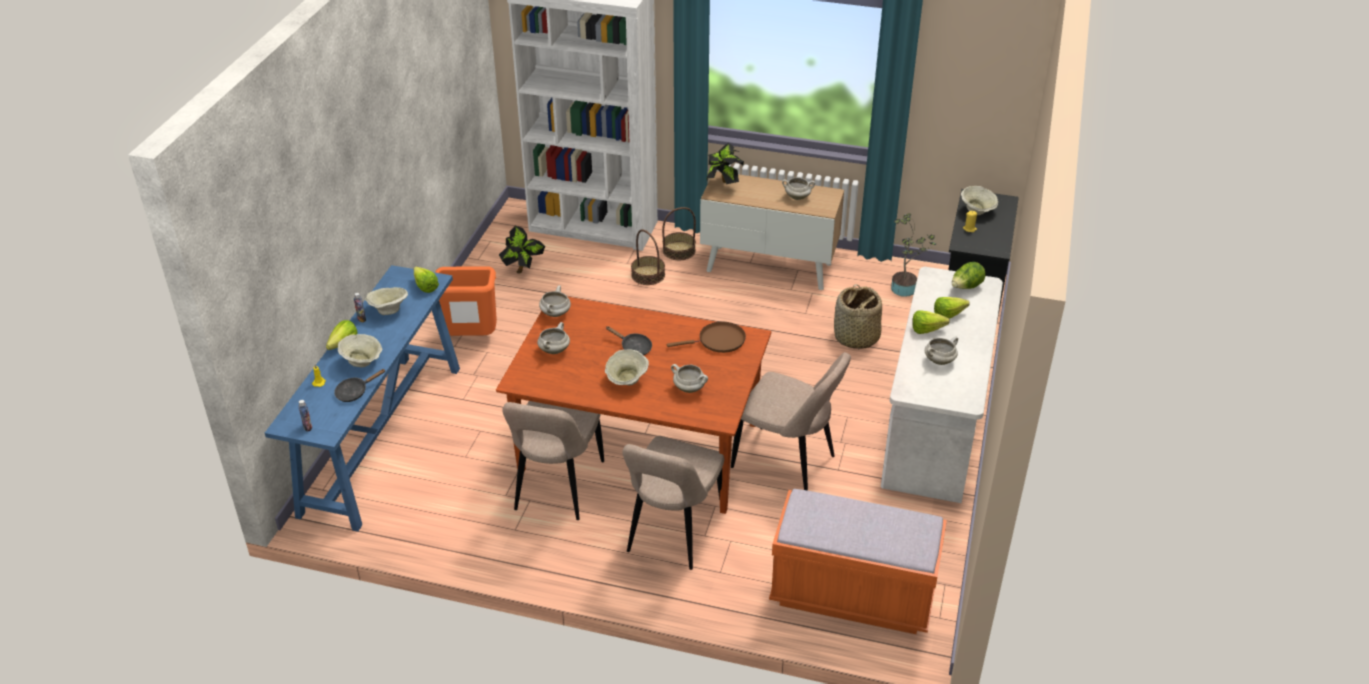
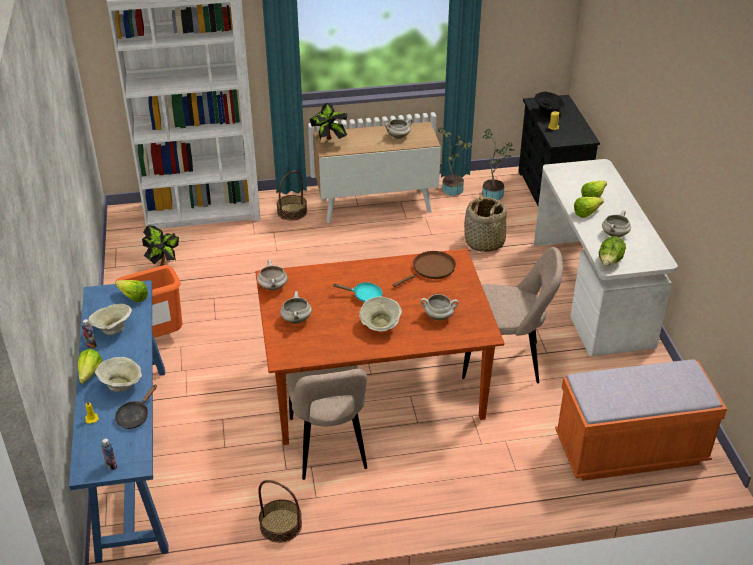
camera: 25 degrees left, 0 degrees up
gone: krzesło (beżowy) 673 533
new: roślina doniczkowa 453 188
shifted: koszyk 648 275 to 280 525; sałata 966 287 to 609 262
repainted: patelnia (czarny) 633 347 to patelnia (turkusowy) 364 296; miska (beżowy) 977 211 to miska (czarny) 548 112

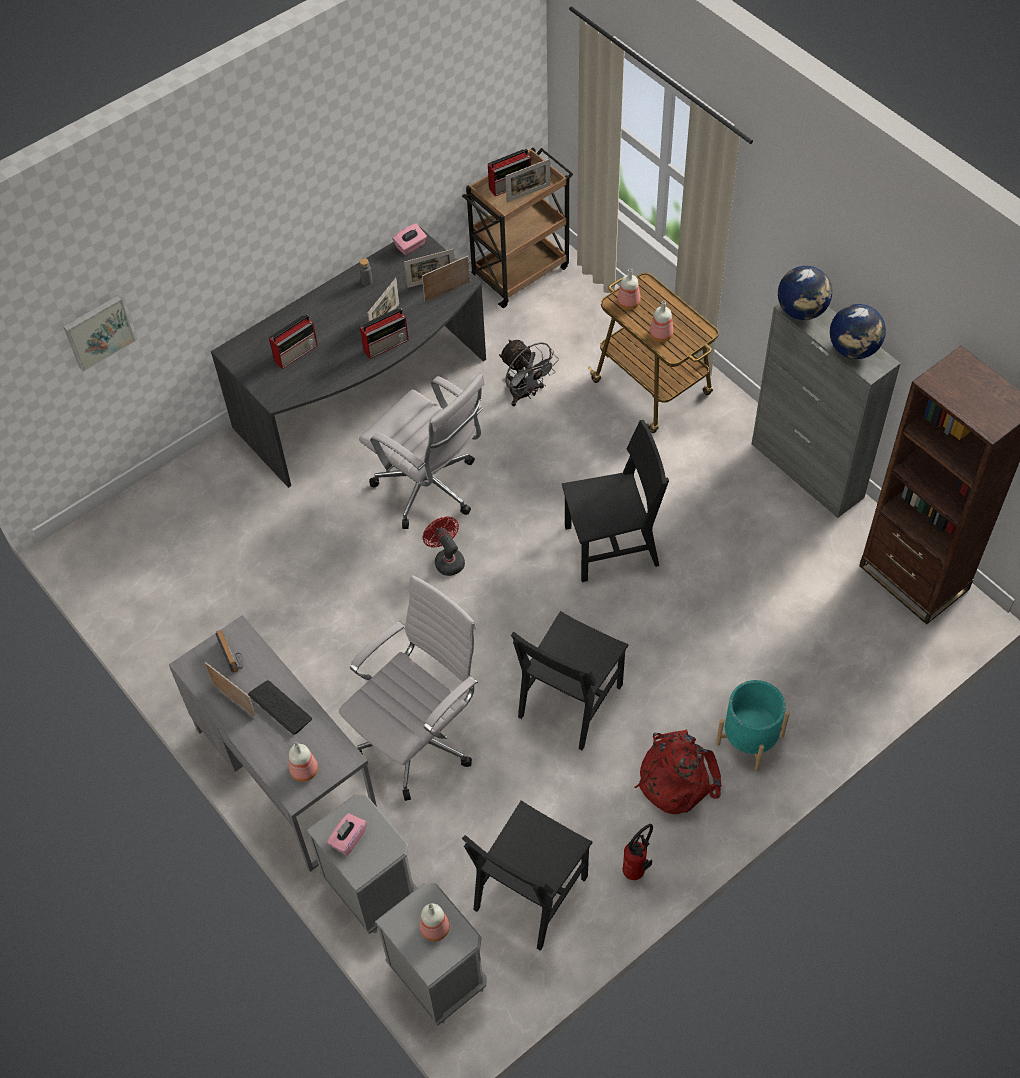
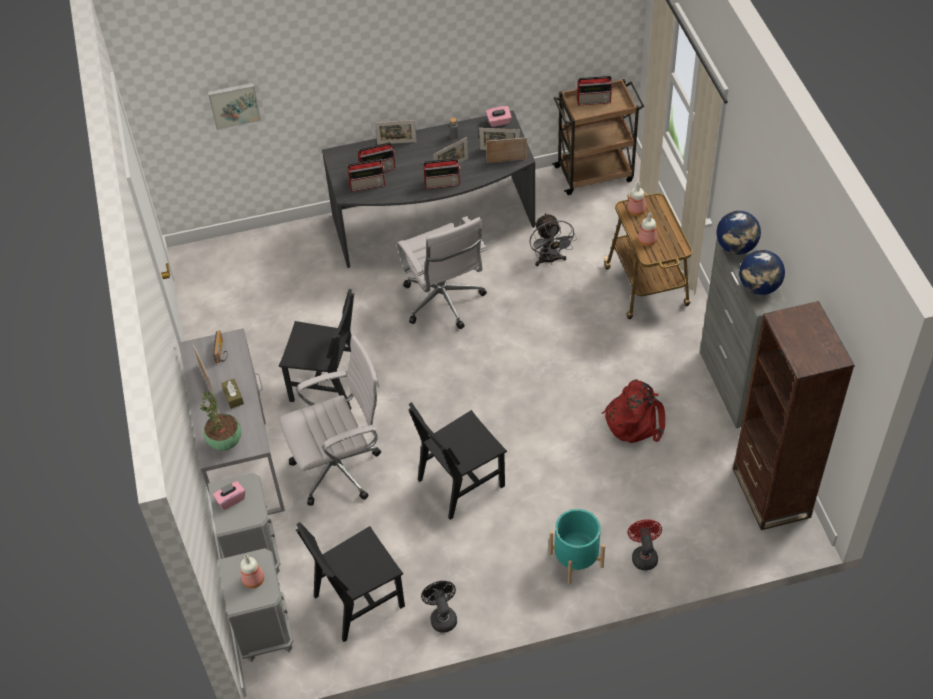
camera: 25 degrees right, 5 degrees down
new: radio 368 184
shifted: wentylator (czerwony) 447 559 to 643 555; ramka na zdjęcie 528 193 to 396 143; krzesło (czarny) 612 546 to 327 384; plecak (czerwony) 675 777 to 634 419
swapped: klawiatura 280 708 to pudełko chusteczek (brązowy) 233 397; butelka 305 771 to roślina doniczkowa 225 443; gaśnica 637 870 to wentylator (czarny) 442 616

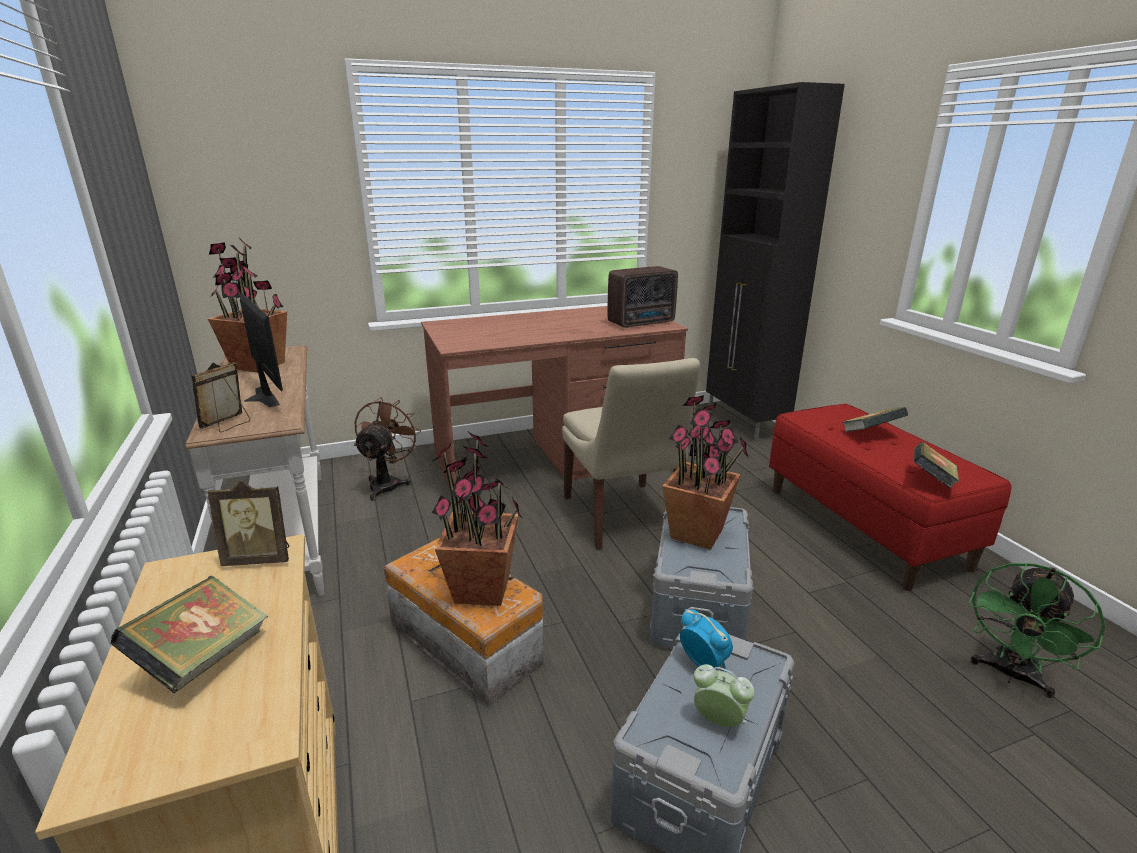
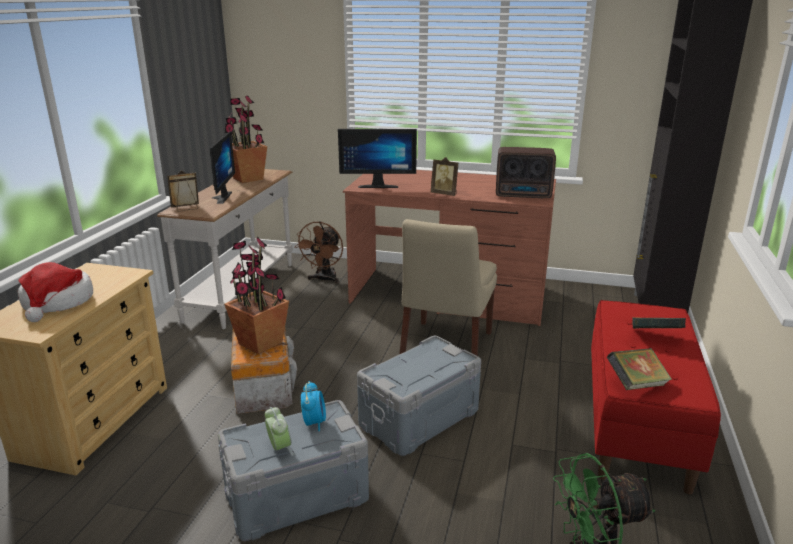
camera: 35 degrees right, 0 degrees up
gone: roślina doniczkowa 697 533
new: monitor 378 185
shifted: ramka na zdjęcie 260 558 to 445 194
swapped: książka 203 658 to kapelusz 57 302
rotated: wentylator (brązowy) 388 483 = 324 279 150 degrees clockwise

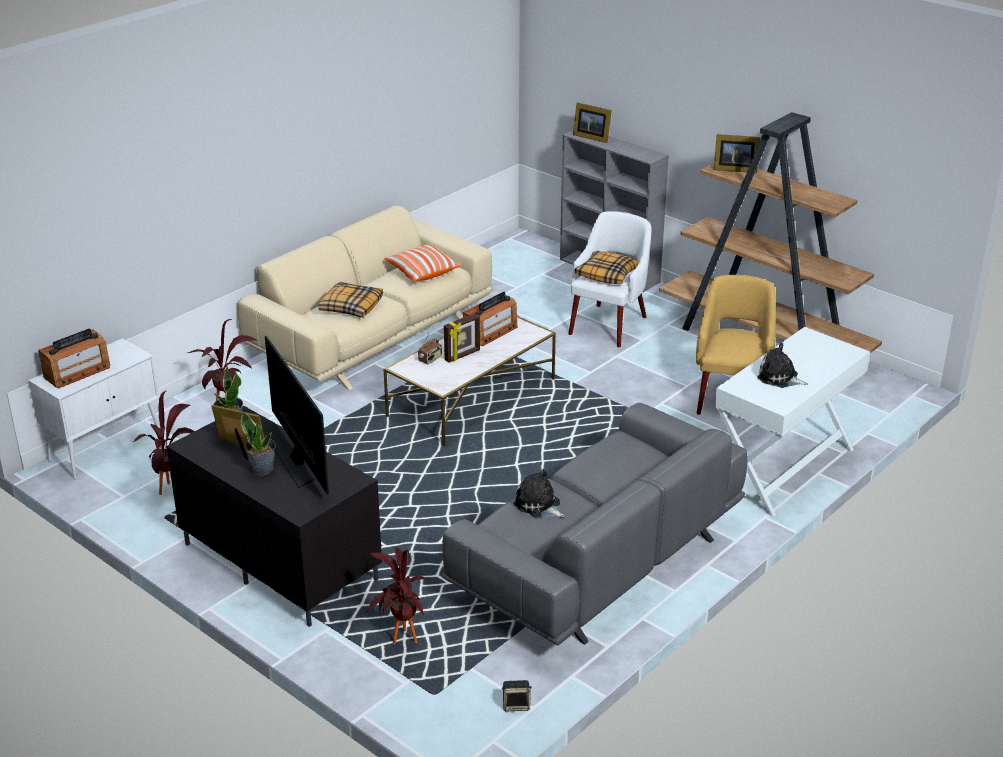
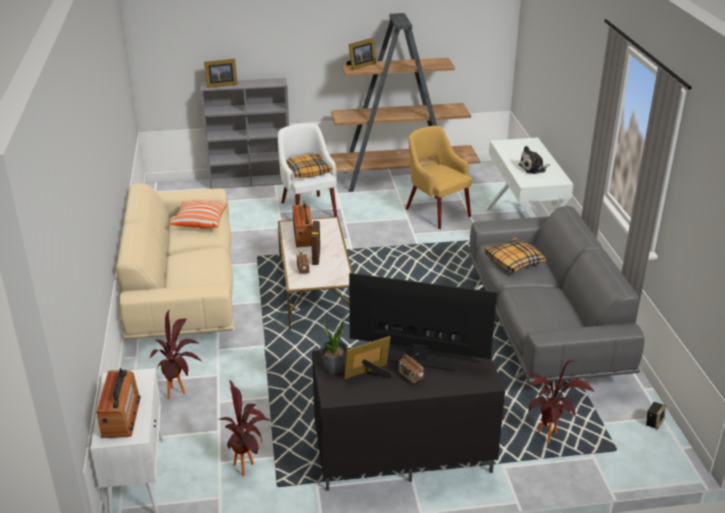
camera: 50 degrees left, 0 degrees up
gone: pluszak 539 506
shifted: poduszka 351 306 to 513 261
swapped: roślina doniczkowa 262 469 to radio 410 376

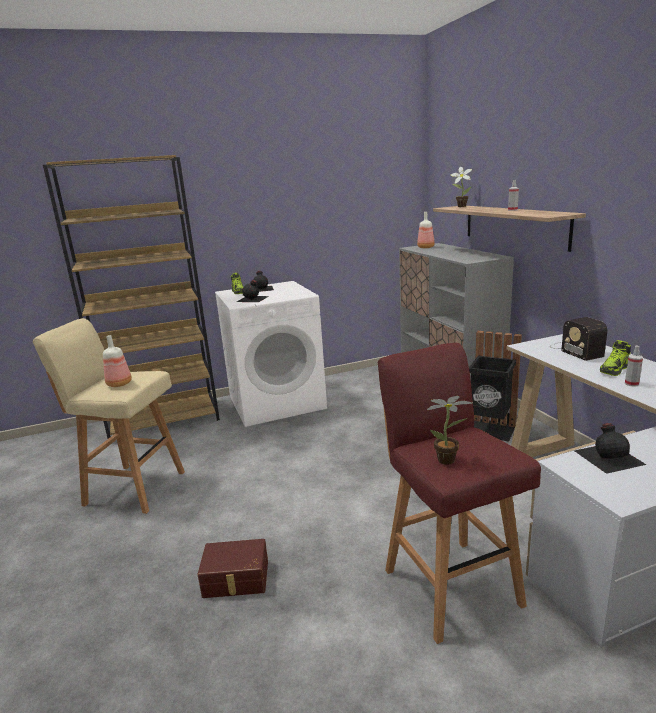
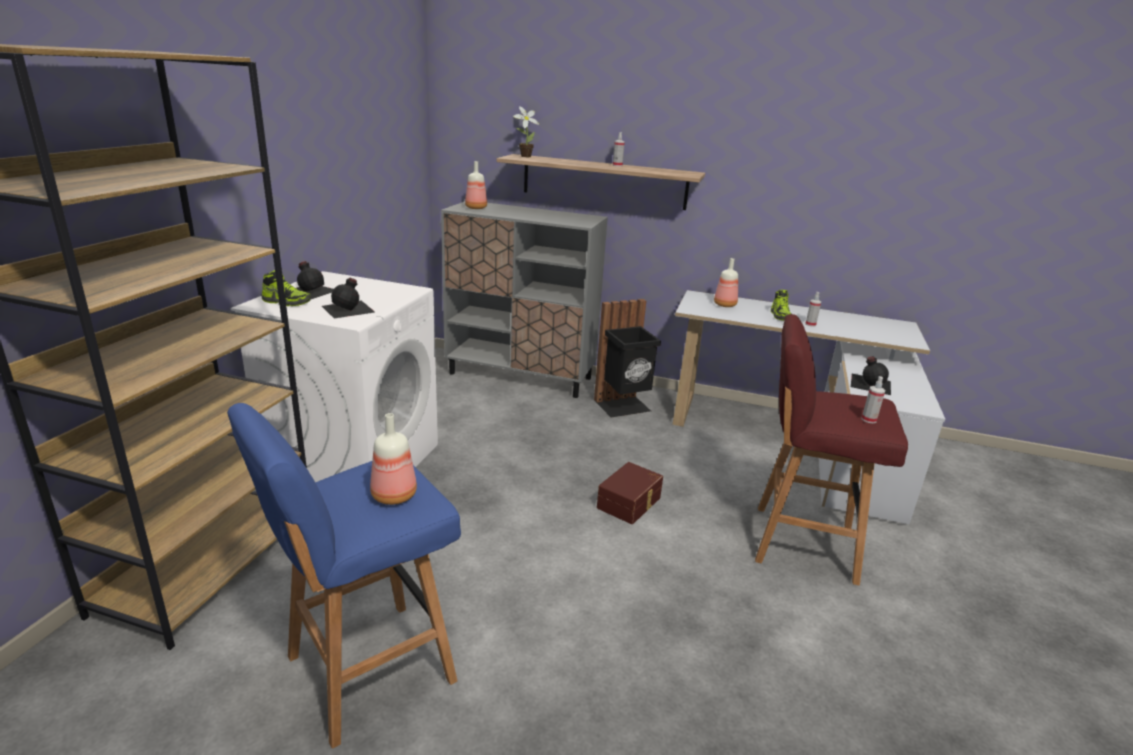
camera: 55 degrees left, 5 degrees up
shifted: pojemnik do przechowywania (brązowy) 236 580 to 630 503
swapped: roślina doniczkowa 449 460 to spryskiwacz 869 419; radio 575 350 to butelka 725 305
repainted: stołek (beżowy) 133 488 to stołek (niebieski) 366 670

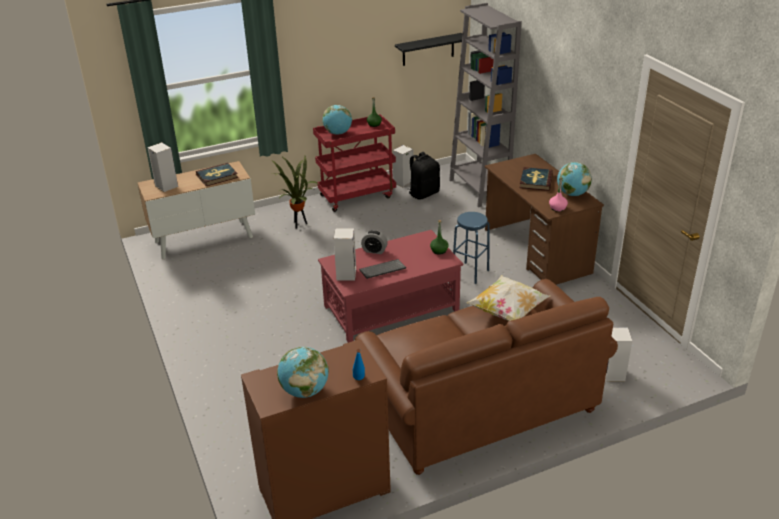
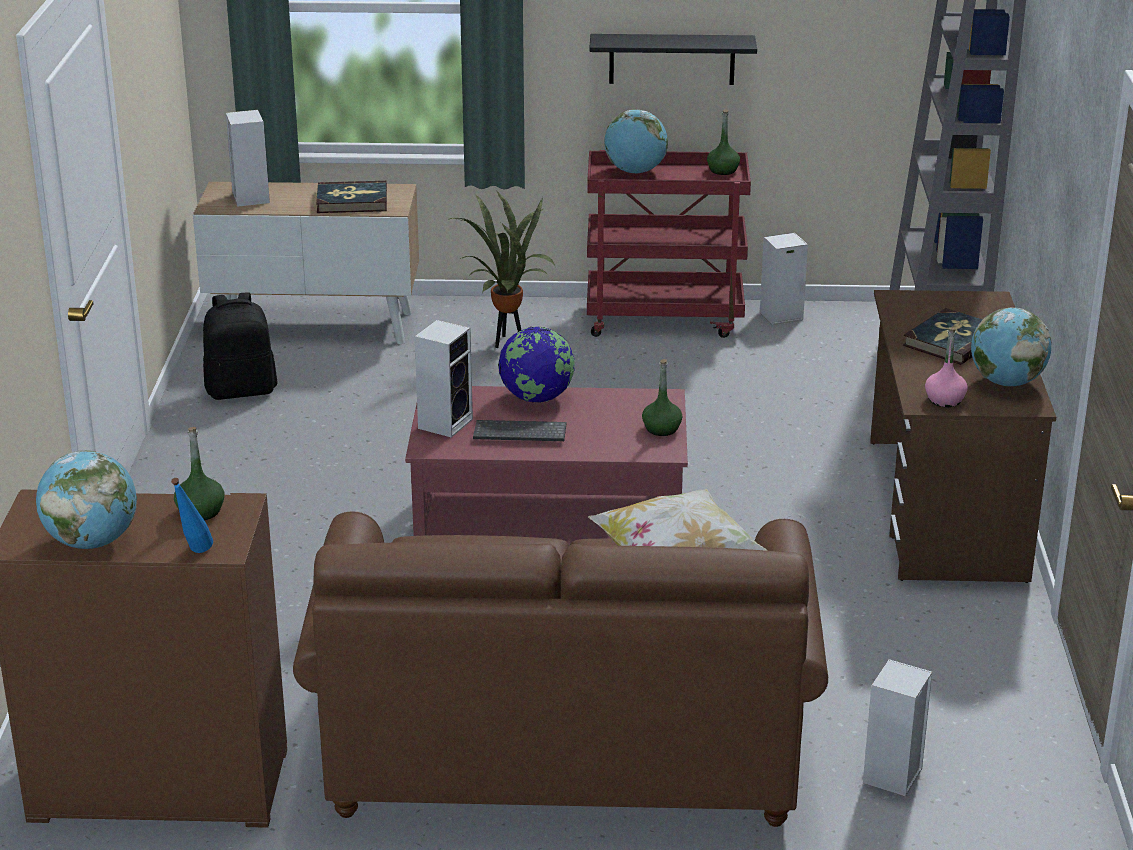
camera: 25 degrees right, 5 degrees down
gone: stołek (niebieski) 470 273
new: butelka (zielony) 200 511
shifted: półka (czarny) 428 49 to 672 59; plecak (czarny) 423 193 to 242 390
swapped: budzik 374 251 to globus 537 398

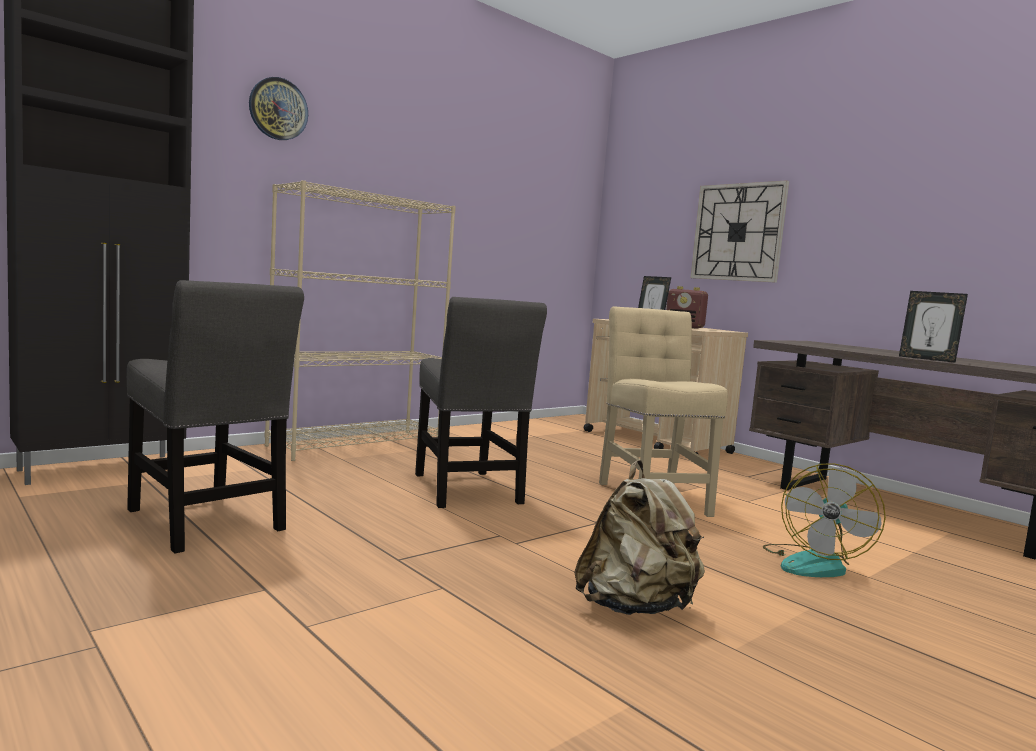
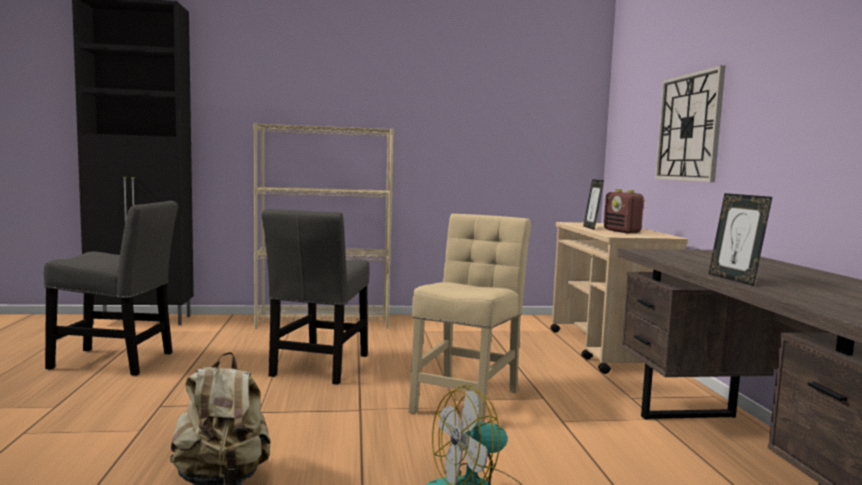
camera: 35 degrees right, 0 degrees up
gone: zegar ścienny 278 109
rotated: krzesło (szary) 207 523 = 117 361 75 degrees counterclockwise

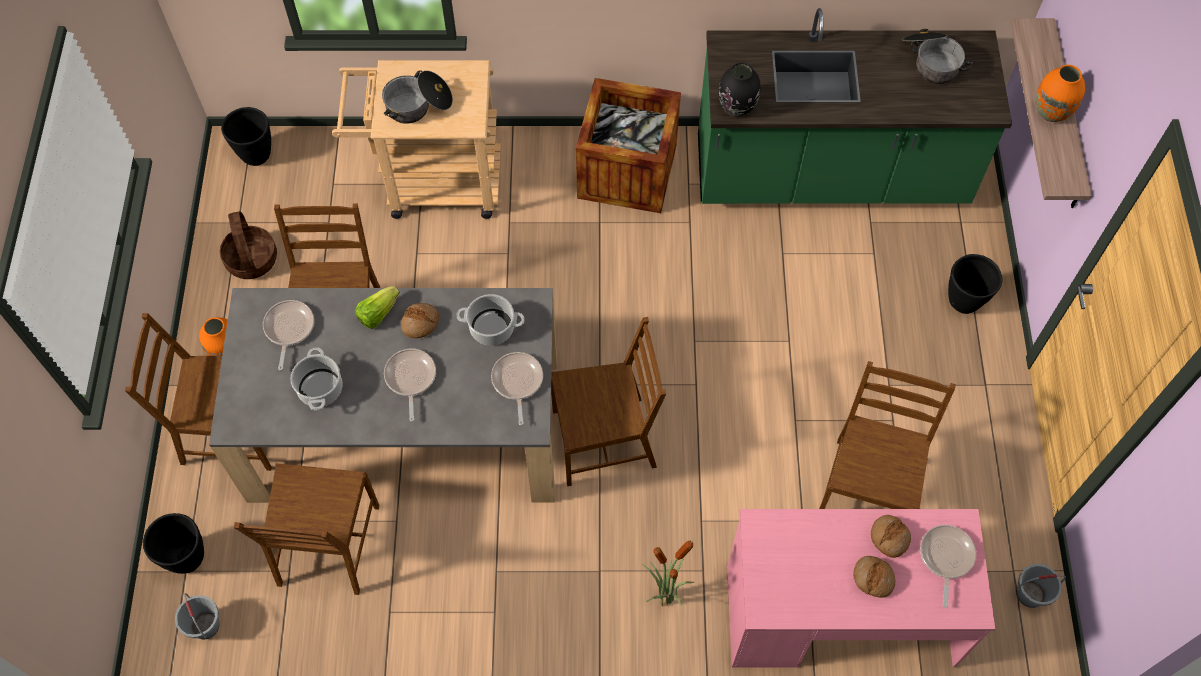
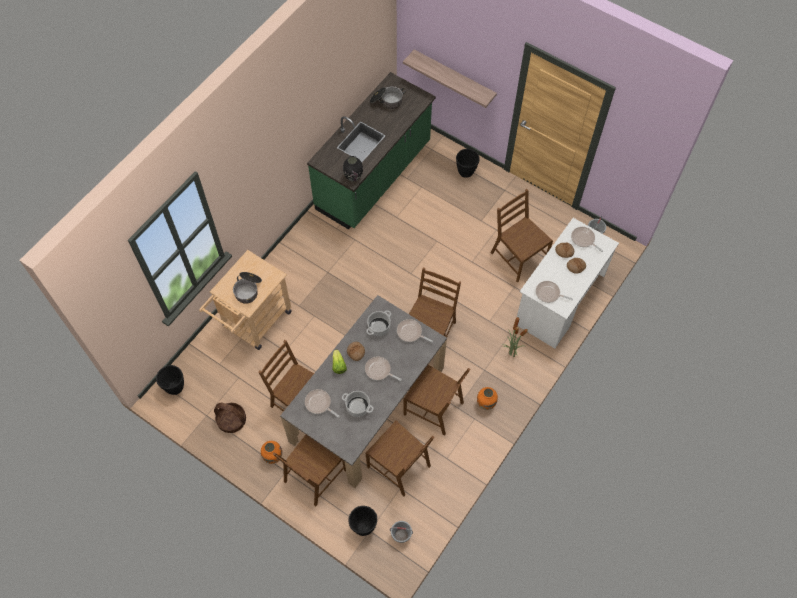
camera: 55 degrees left, 0 degrees up
gone: skrzynka 627 171
new: krzesło (brązowy) 434 408; patelnia 549 293
shifted: wazon (pomarańczowy) 1050 112 to 485 403
repainted: biurko (różowy) 838 616 to biurko (biały) 559 300

